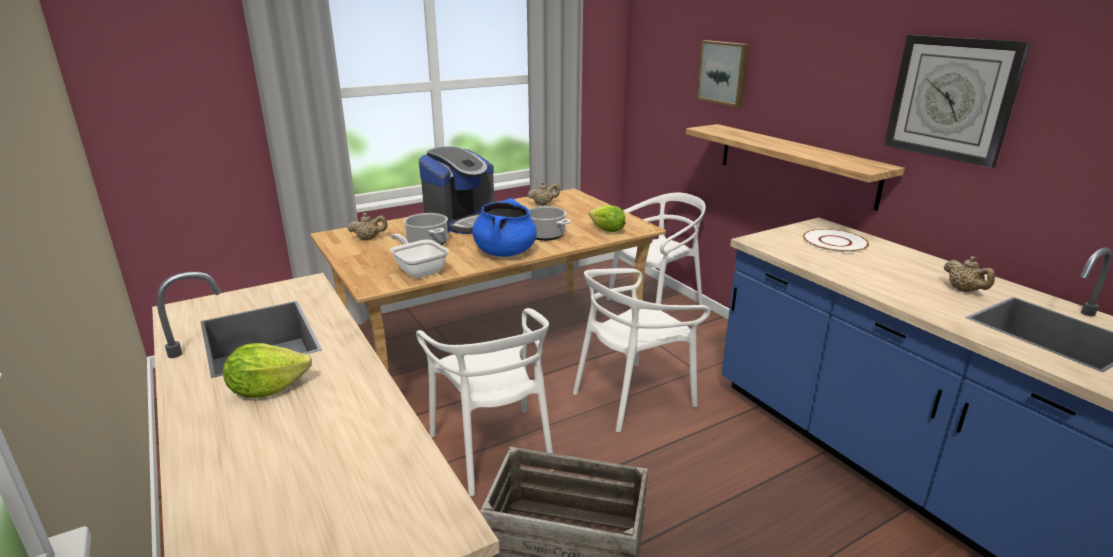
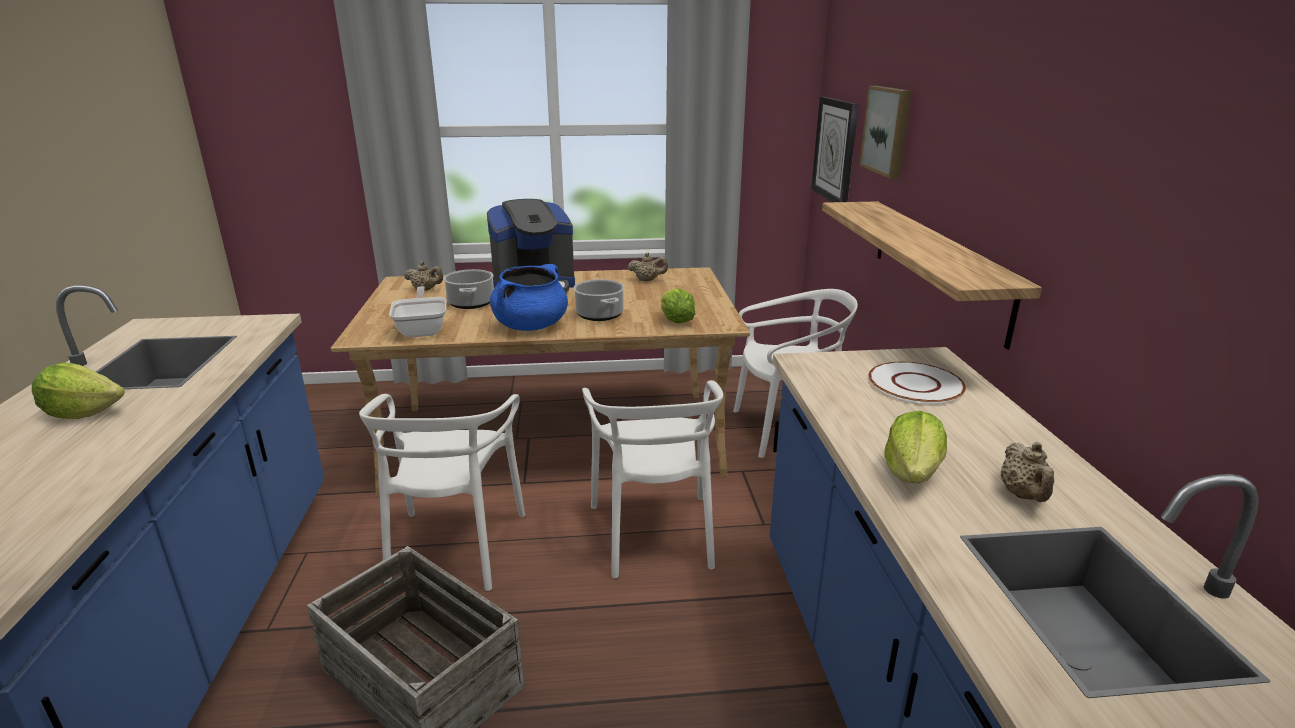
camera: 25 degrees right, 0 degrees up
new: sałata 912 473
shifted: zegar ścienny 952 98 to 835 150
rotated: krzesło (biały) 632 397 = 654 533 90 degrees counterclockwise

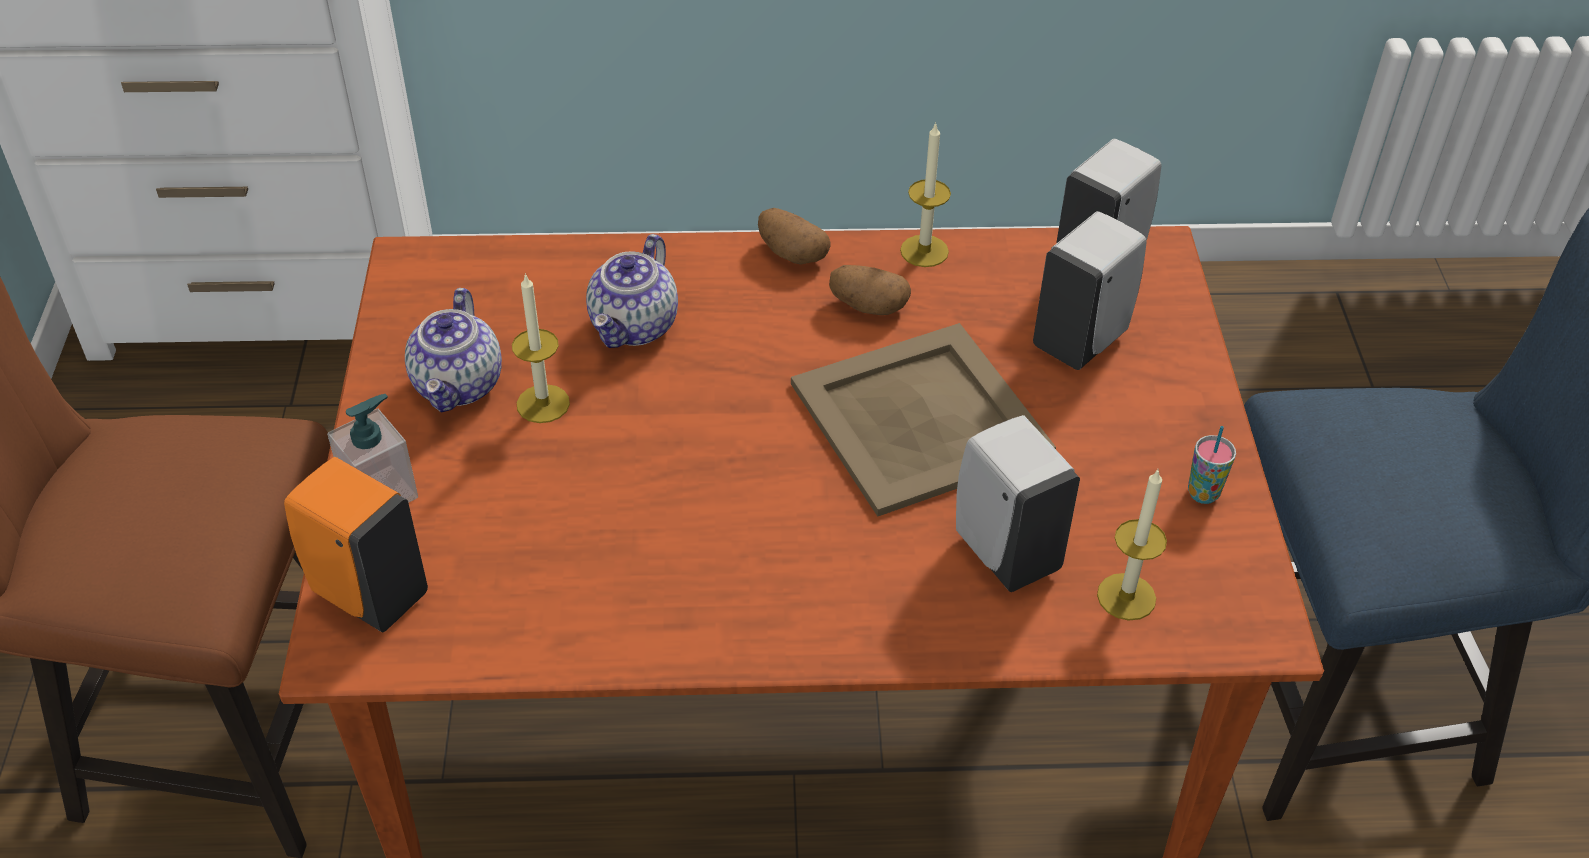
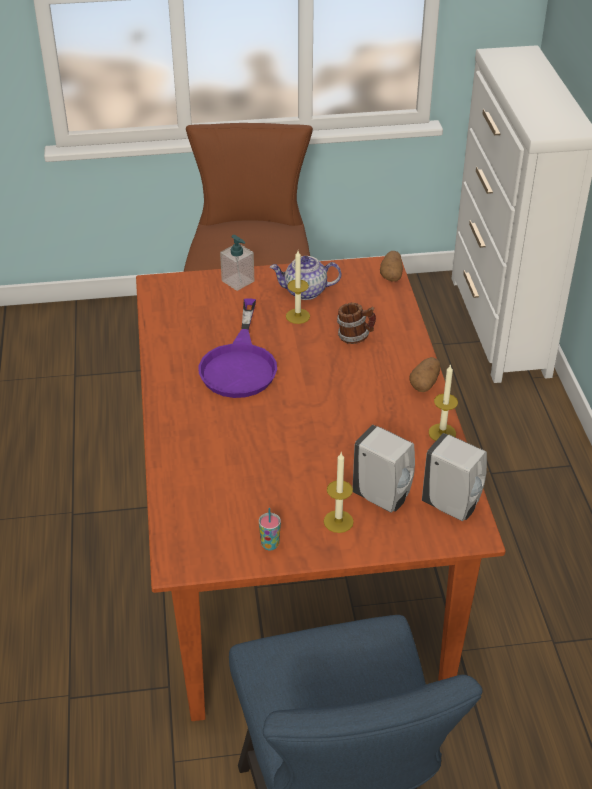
camera: 85 degrees right, 5 degrees down
gone: dozownik mydła (pomarańczowy) 367 593; taca (beżowy) 922 419; dozownik mydła (biały) 1004 550
new: patelnia (fioletowy) 240 364
shifted: ziemniak 867 306 to 391 275; świeca 1126 596 to 338 521
swapped: imbryk 635 326 to kubek 355 337

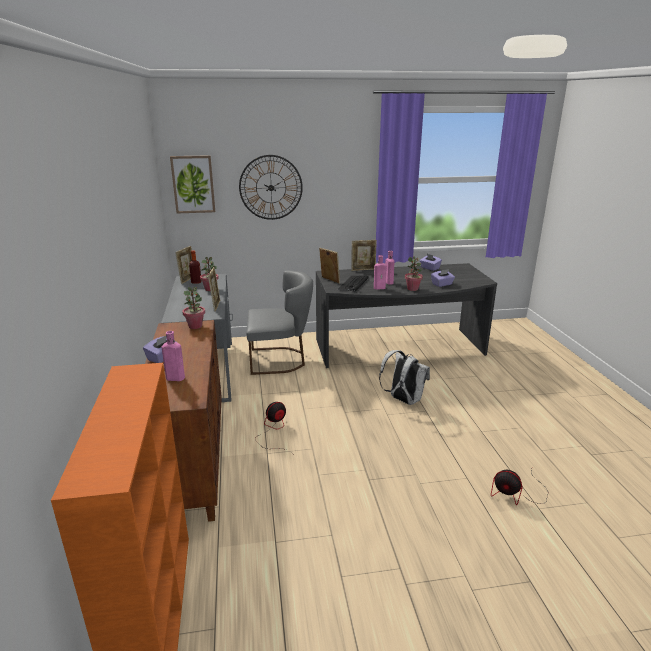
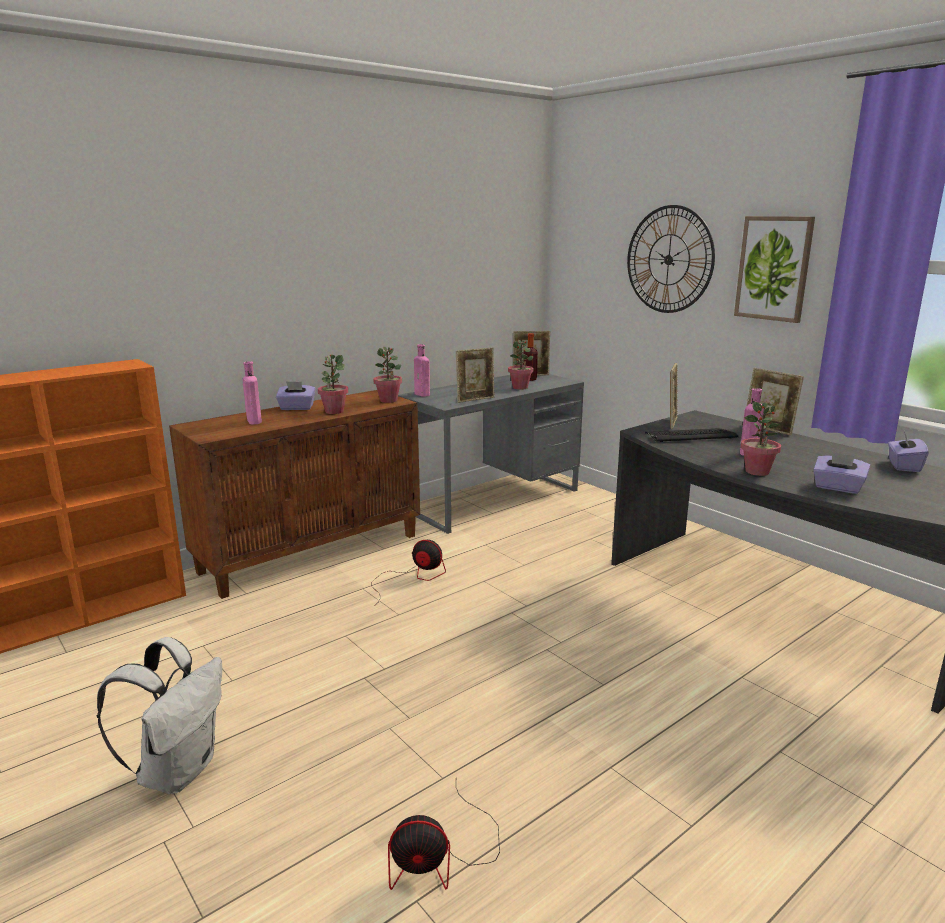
camera: 60 degrees right, 5 degrees down
gone: krzesło (szary) 280 360
new: roślina doniczkowa 334 411
shifted: obraz 193 184 to 773 268; butelka (różowy) 380 288 to 423 394; plecak (biały) 403 400 to 178 770
rotated: wentylator 517 494 = 441 857 90 degrees counterclockwise

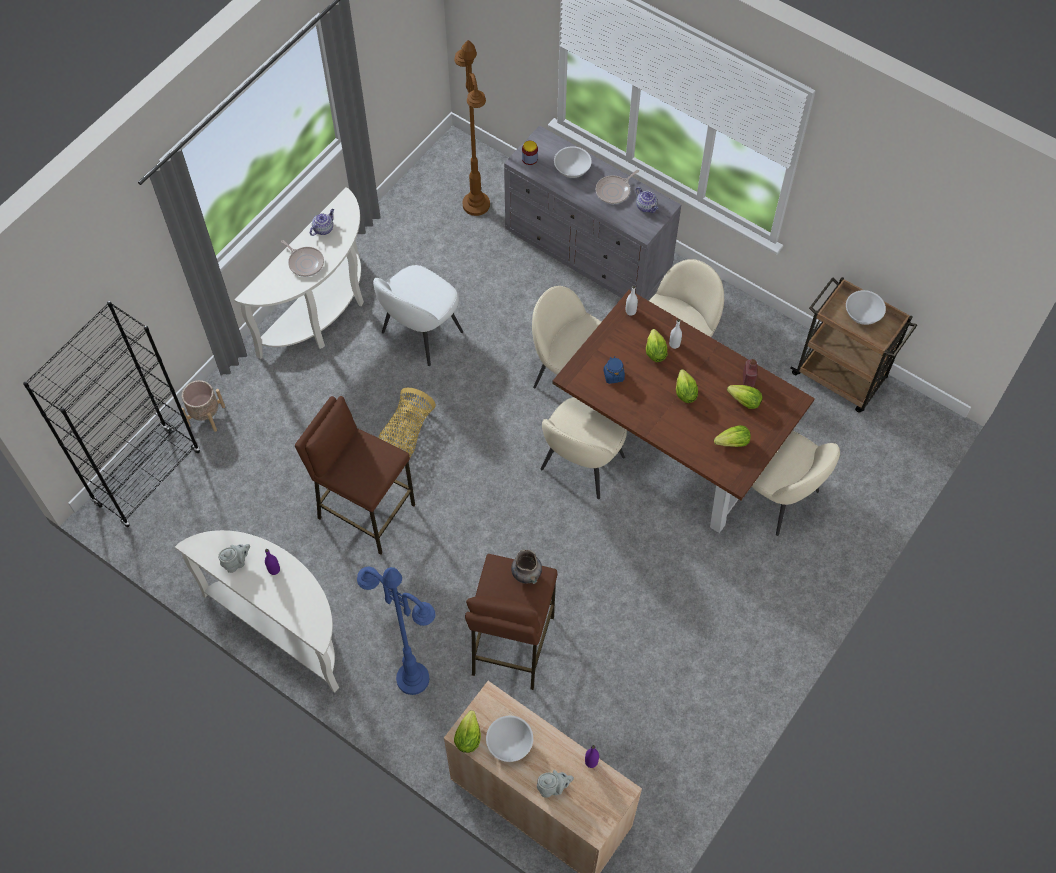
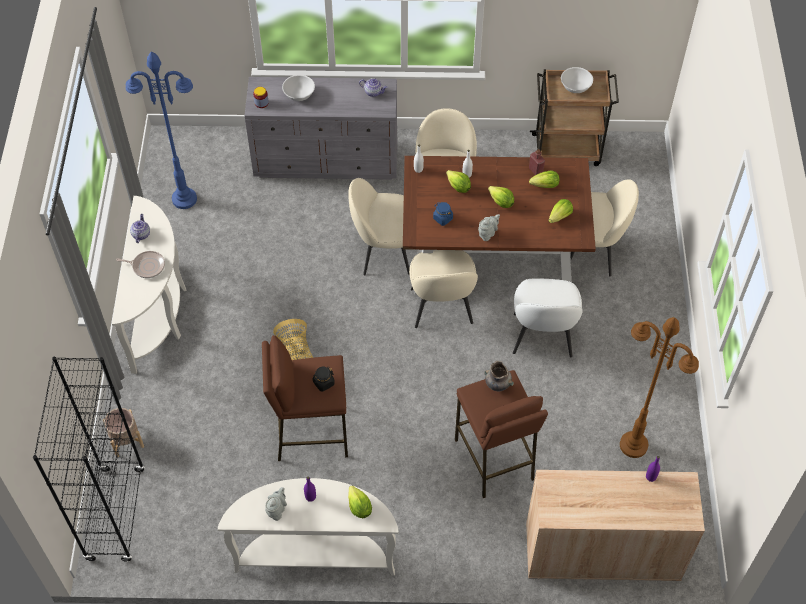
camera: 35 degrees left, 5 degrees down
gone: miska (biały) 510 743; patelnia 614 191
new: słoik (czarny) 323 383
shifted: lampa stojąca (niebieski) 413 679 to 185 199; krzesło (biały) 420 333 to 542 337; lampa stojąca (brązowy) 476 204 to 633 445; sałata 468 737 to 359 508; imbryk (szary) 552 788 to 488 233

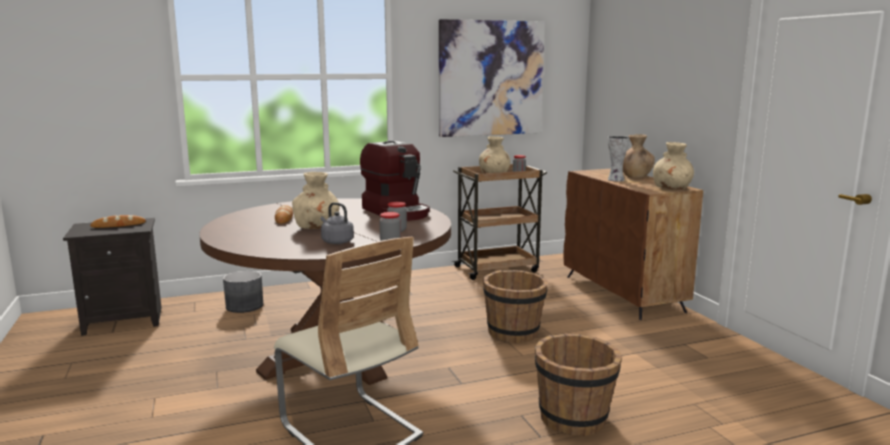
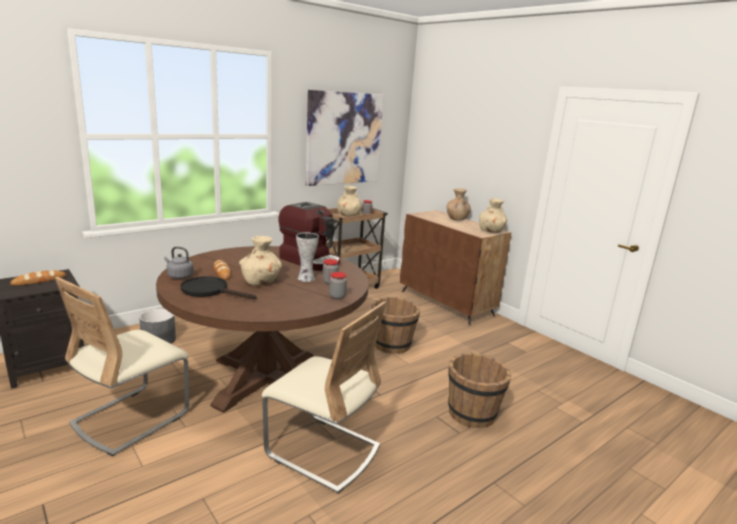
camera: 20 degrees left, 5 degrees up
new: krzesło (beżowy) 131 418; patelnia (czarny) 210 291
shifted: czajnik (szary) 336 241 to 179 276; wazon 615 180 to 305 279

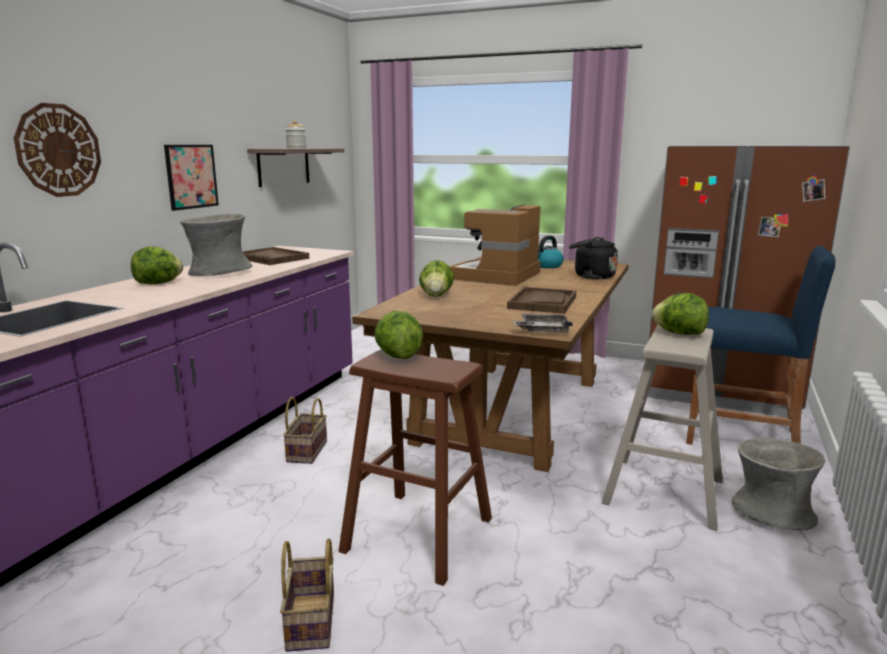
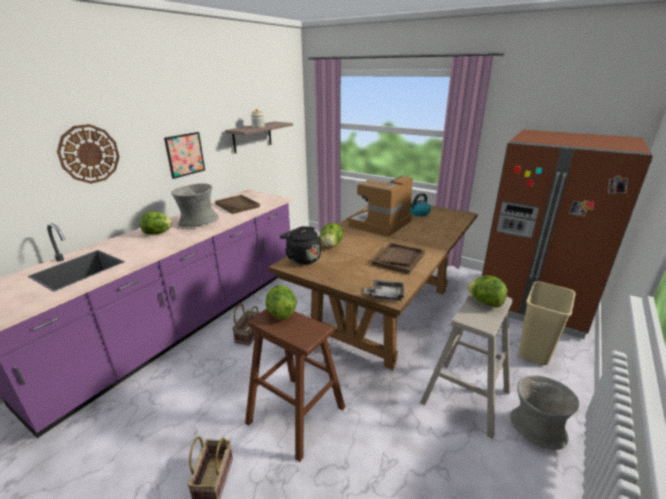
camera: 10 degrees right, 10 degrees up
shifted: czajnik (czarny) 591 276 to 302 258
swapped: stołek (niebieski) 742 437 to kosz na śmieci (beżowy) 536 352

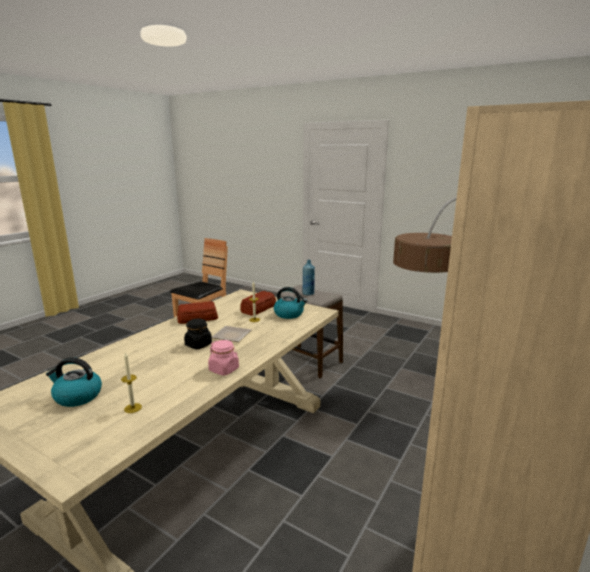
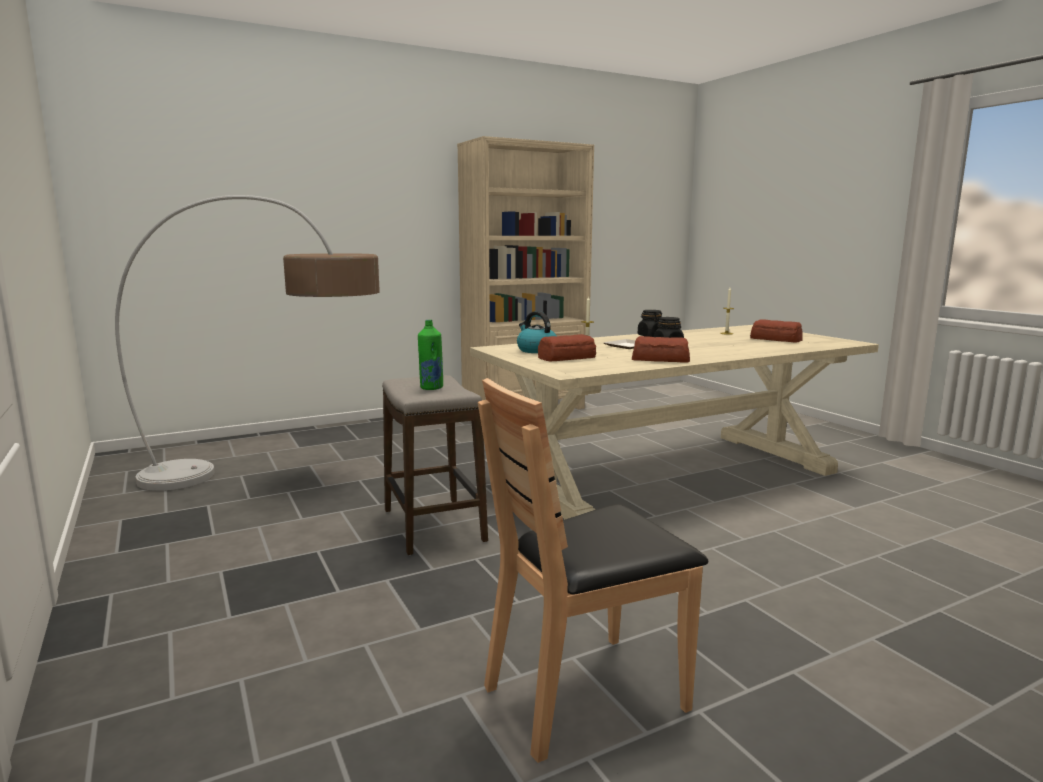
camera: 150 degrees left, 5 degrees down
swapped: czajnik 77 396 to chleb 775 339
repainted: słoik (różowy) 224 370 to słoik (czarny) 650 336; butelka (niebieski) 308 294 to butelka (zielony) 431 388

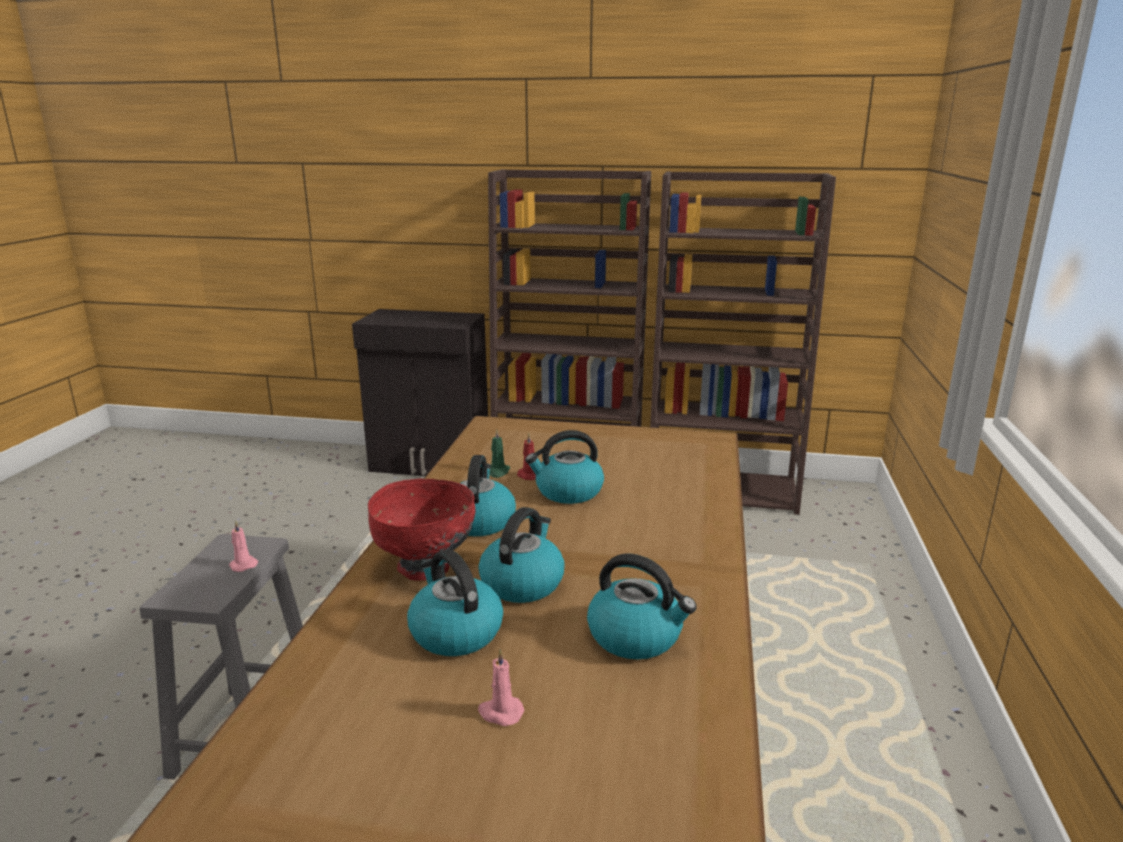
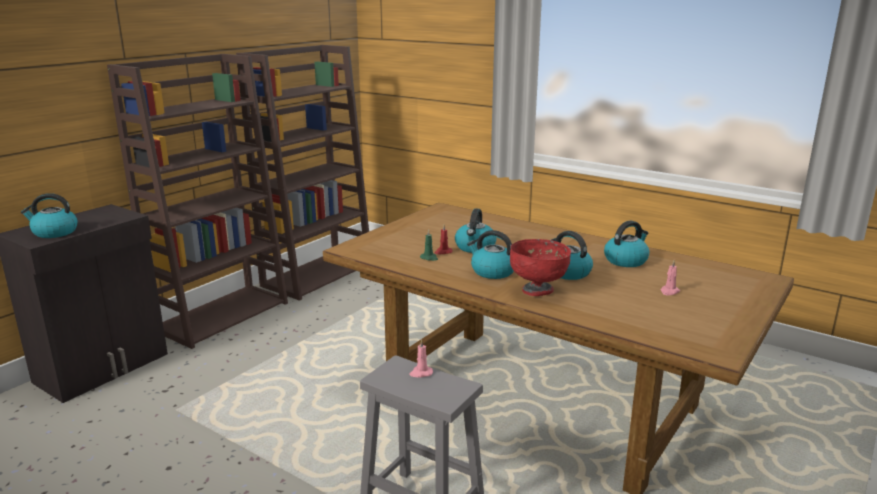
camera: 65 degrees left, 0 degrees up
shifted: czajnik 454 632 to 54 232

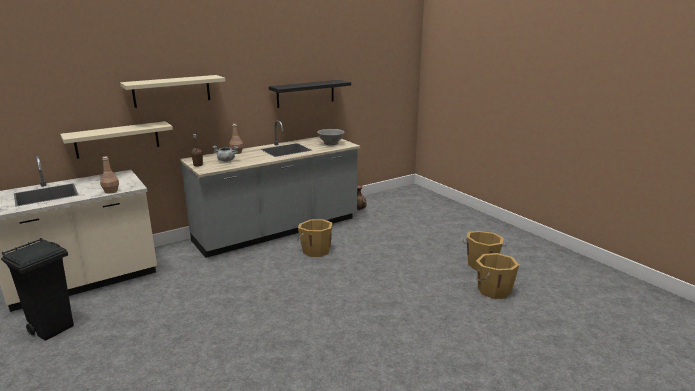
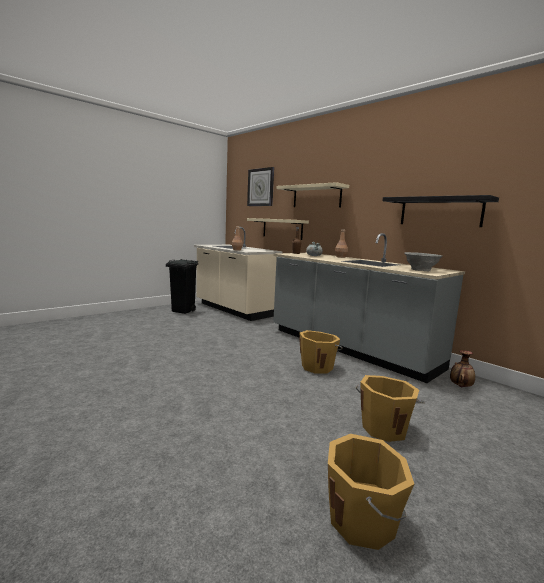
camera: 80 degrees right, 10 degrees down
new: zegar ścienny 260 187
shifted: wiadro (pomarańczowy) 493 290 to 384 428

